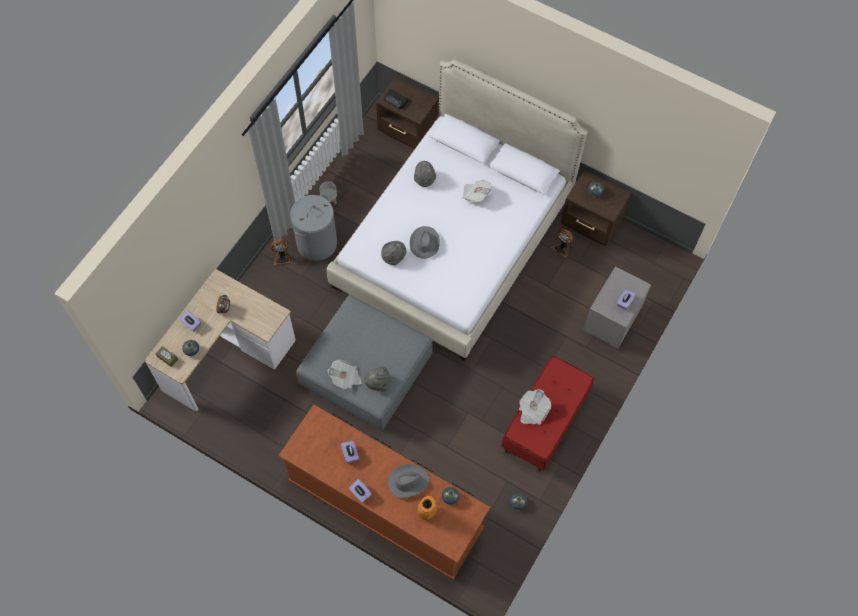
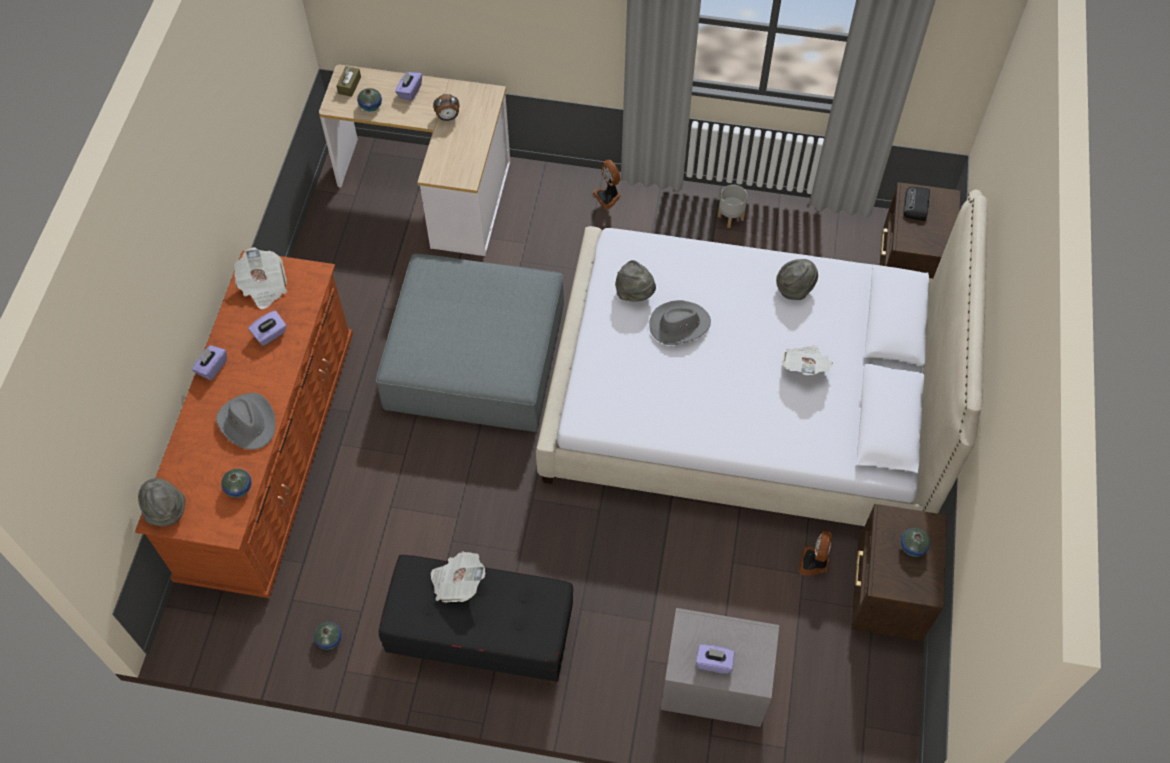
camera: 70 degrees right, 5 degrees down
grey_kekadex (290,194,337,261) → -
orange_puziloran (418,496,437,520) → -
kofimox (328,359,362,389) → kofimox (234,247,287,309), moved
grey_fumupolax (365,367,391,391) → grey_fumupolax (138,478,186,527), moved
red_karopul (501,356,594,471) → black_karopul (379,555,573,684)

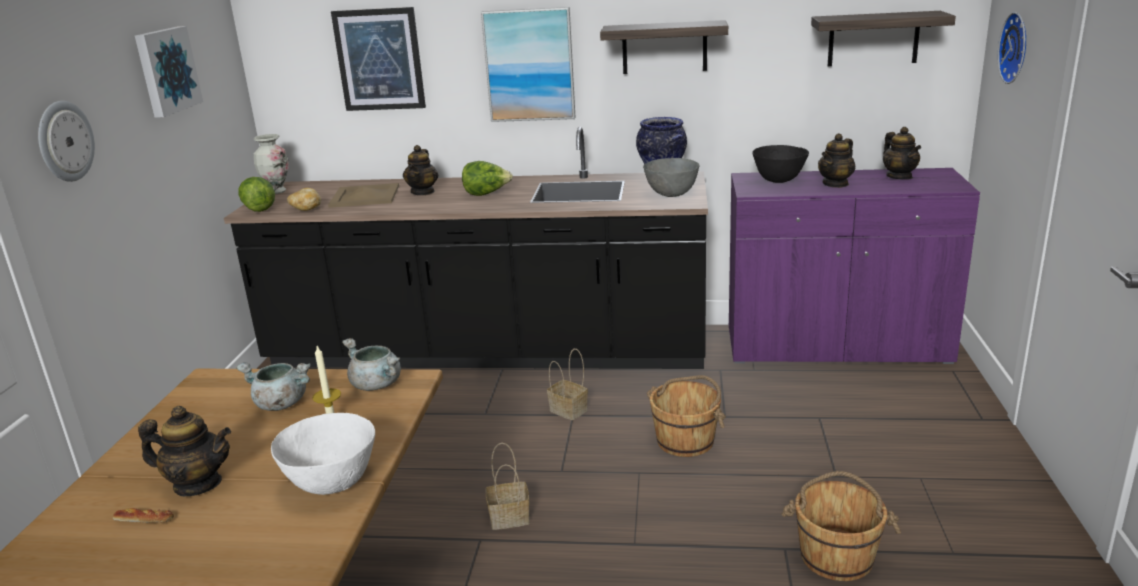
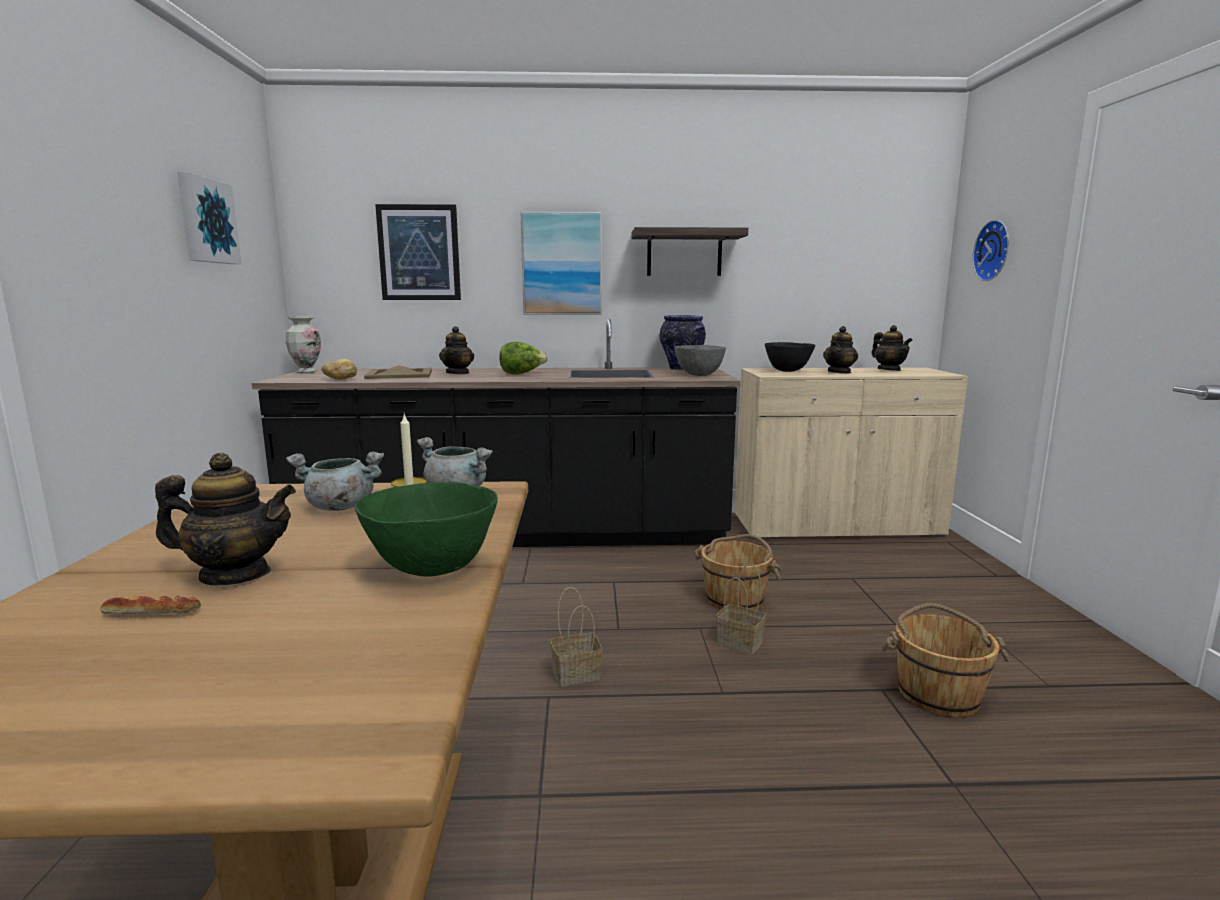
camera: 10 degrees left, 10 degrees down
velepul (38,101,95,182) → -
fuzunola (238,177,275,212) → -
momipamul (811,11,956,66) → -
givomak (547,349,588,420) → givomak (716,564,766,654), moved
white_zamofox (271,413,375,495) → green_zamofox (355,482,498,577)
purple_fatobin (729,168,980,364) → beige_fatobin (734,368,968,540)

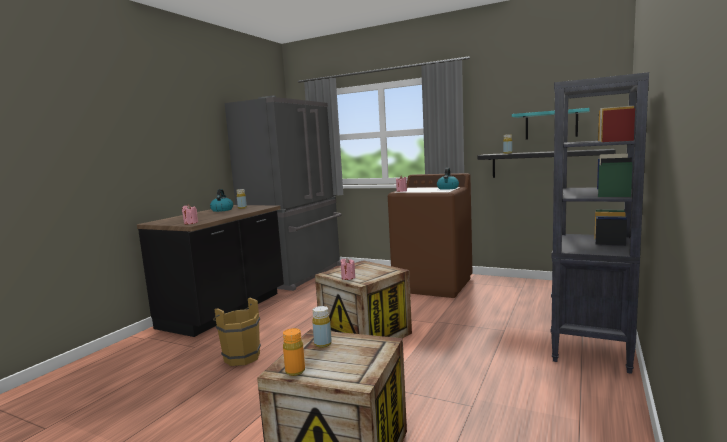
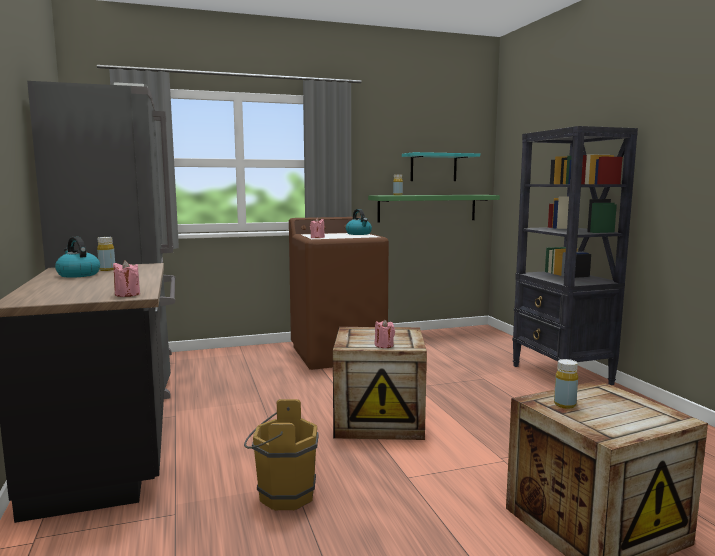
camera: 45 degrees left, 0 degrees up
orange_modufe (283,328,305,376) → -
black_momipamul (478,149,616,178) → green_momipamul (368,195,500,222)

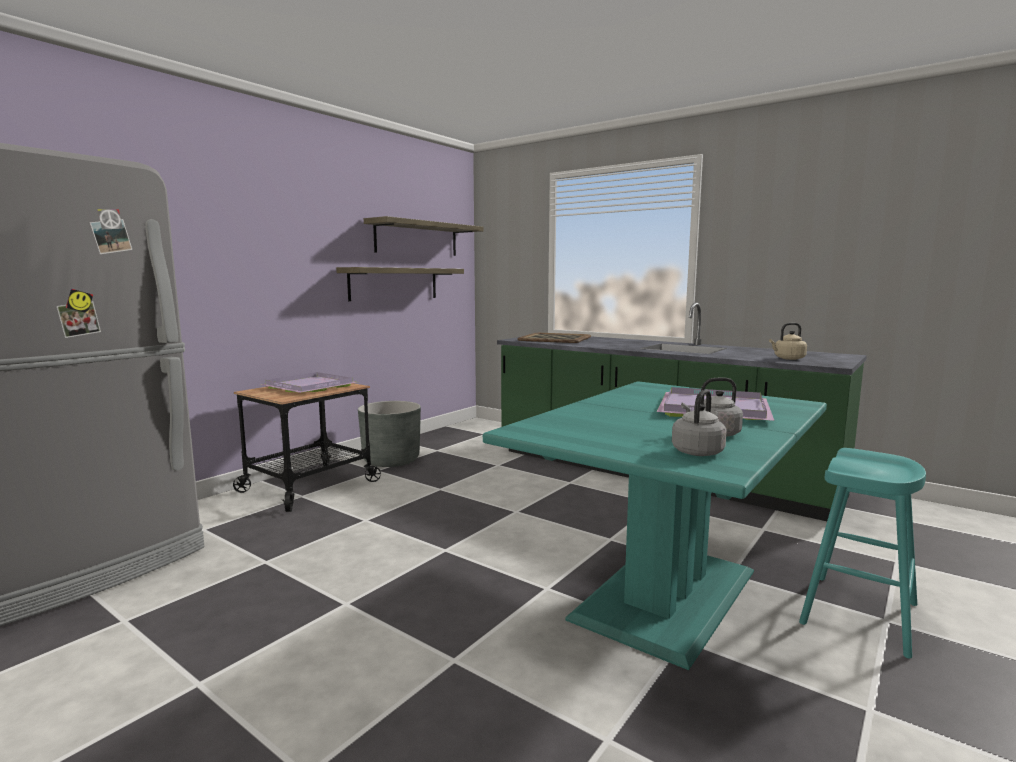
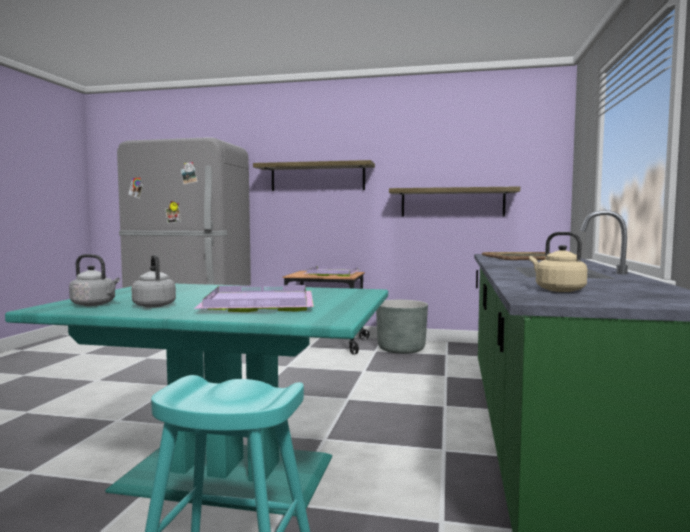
camera: 65 degrees right, 5 degrees down
momipamul (364,216,484,256) → momipamul (253,160,375,191), moved

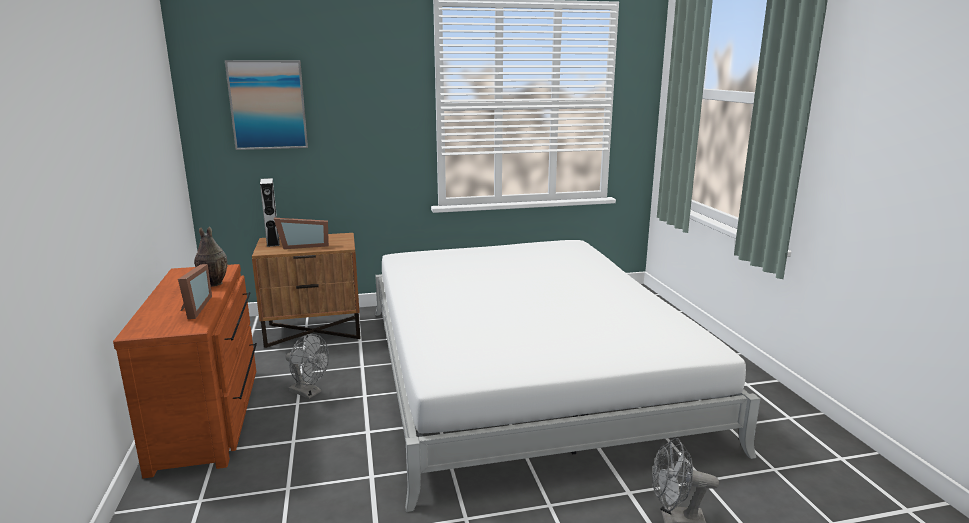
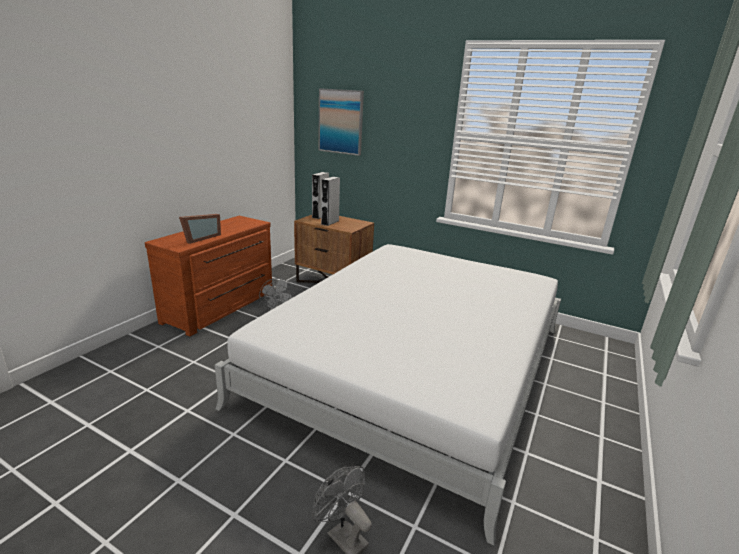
camera: 40 degrees right, 5 degrees up
puziloran (194,227,228,287) → -
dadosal (274,218,329,249) → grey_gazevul (321,177,340,226)

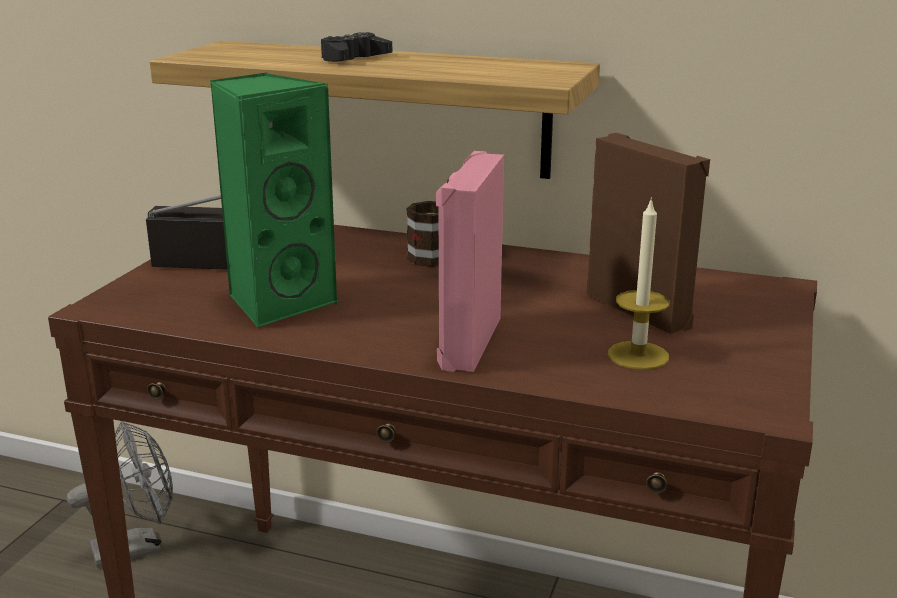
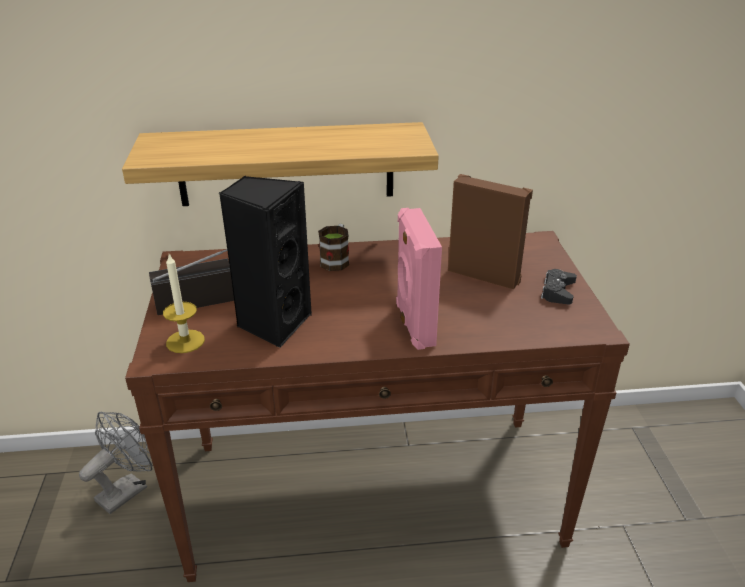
camera: 25 degrees left, 10 degrees up
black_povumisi (321,32,392,62) → black_povumisi (541,269,577,304), moved
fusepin (608,197,670,370) → fusepin (163,254,205,353), moved
green_gazevul (210,72,339,328) → black_gazevul (219,176,312,348)

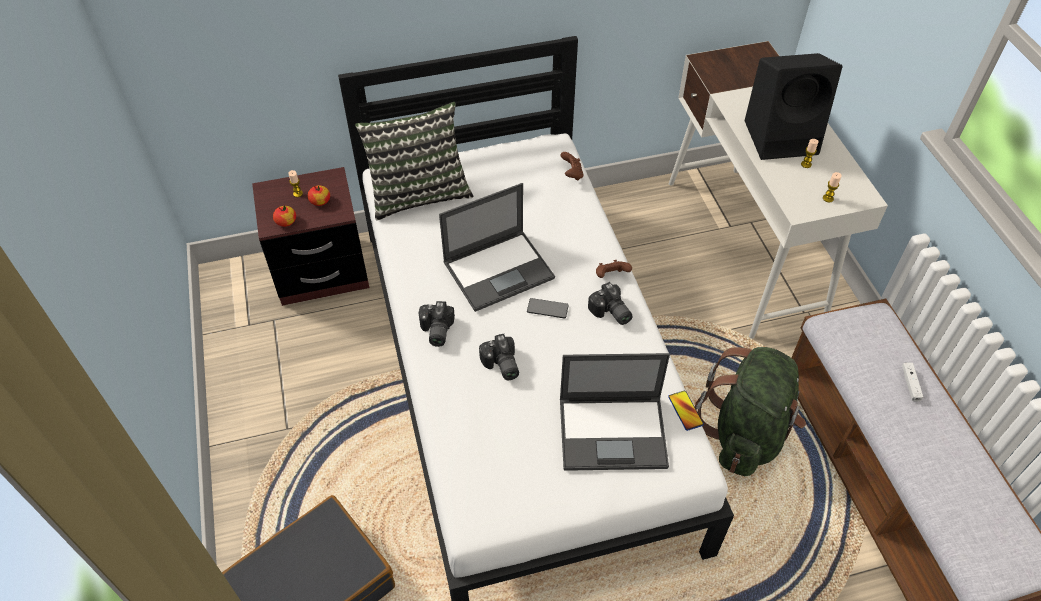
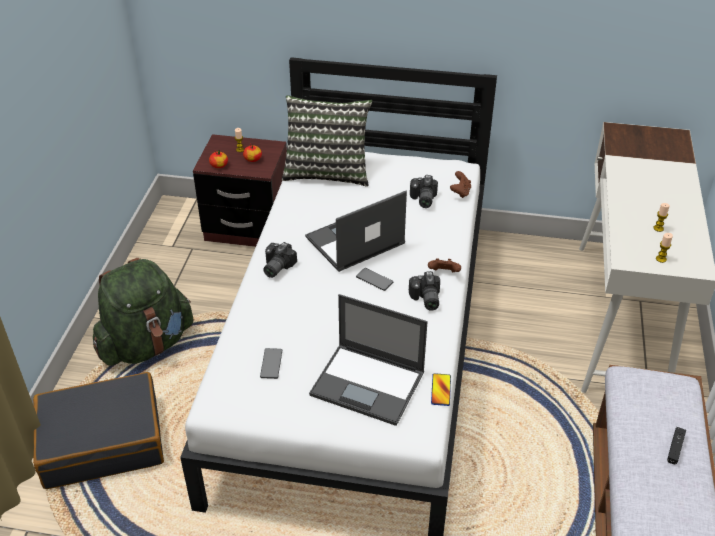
camera: 25 degrees right, 10 degrees down
black_gazevul (745,53,843,160) → -
- → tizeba (260,348,282,379)
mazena (479,334,519,380) → mazena (410,175,438,208), moved
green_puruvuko (695,347,806,476) → green_puruvuko (93,258,193,366), moved
white_povumisi (902,363,923,401) → black_povumisi (667,427,686,464)
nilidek (439,183,555,312) → nilidek (305,191,407,272), 150 degrees clockwise

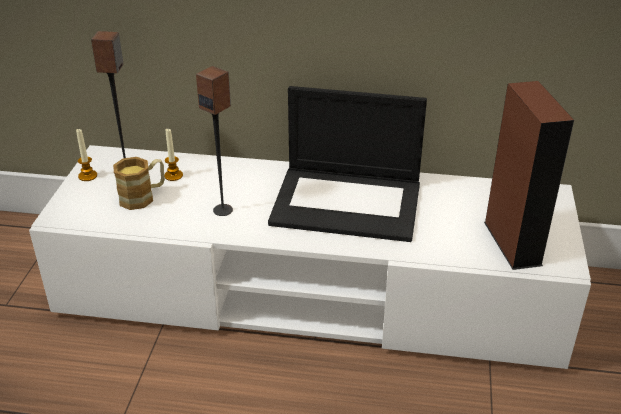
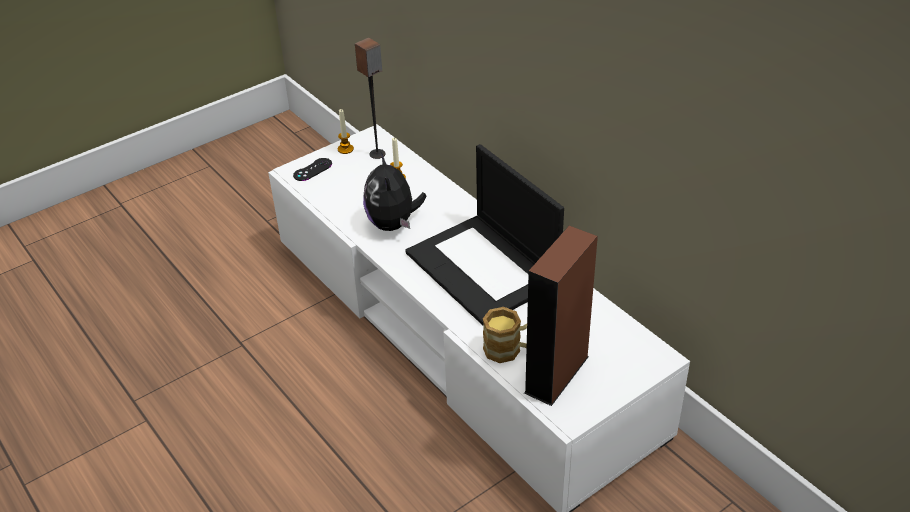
camera: 45 degrees right, 5 degrees up
- → black_povumisi (293,158,332,181)
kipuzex (113,157,165,210) → kipuzex (483,307,527,363), moved
gazevul (196,66,233,216) → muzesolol (363,153,427,231)

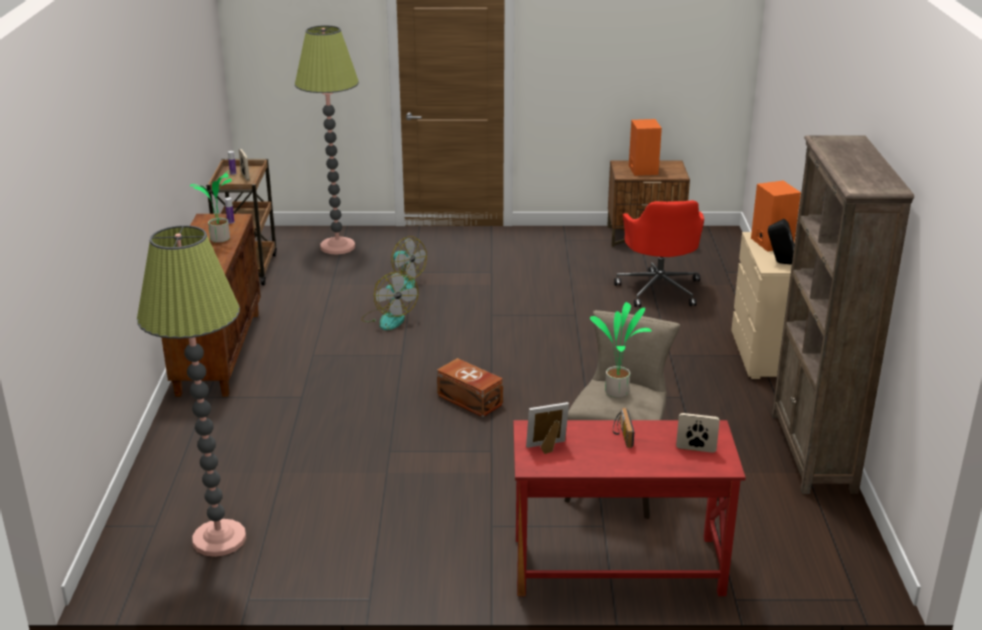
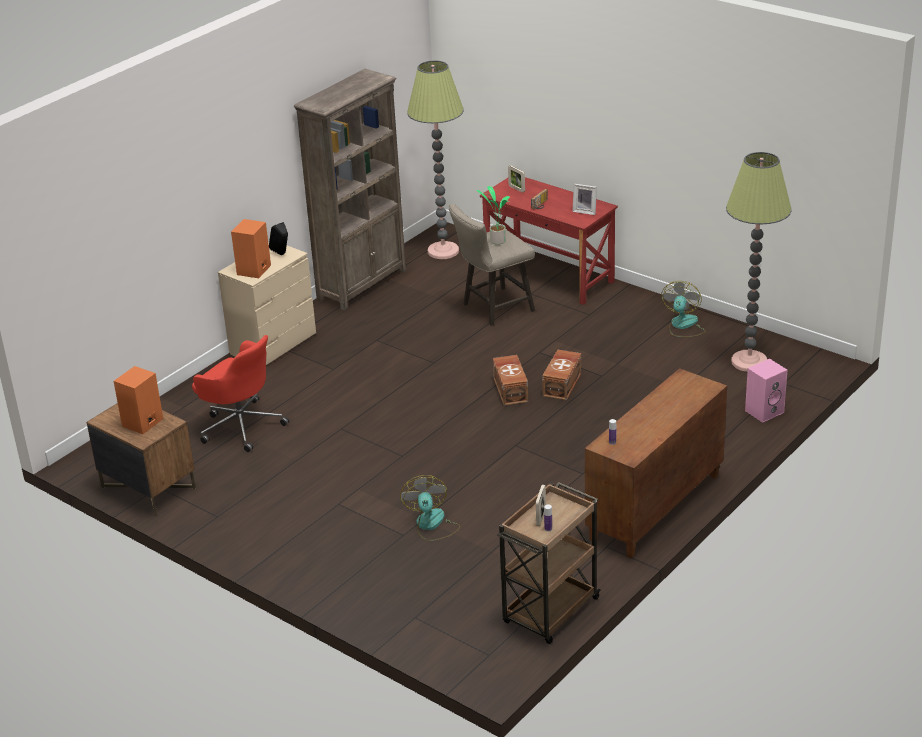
camera: 140 degrees left, 5 degrees up
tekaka (190,170,232,243) → -
- → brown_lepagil (542,350,581,400)
- → pink_gazevul (745,359,787,423)
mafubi (295,25,359,255) → mafubi (407,61,464,259), moved
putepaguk (361,271,418,330) → putepaguk (661,281,706,337), moved
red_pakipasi (614,200,704,307) → red_pakipasi (192,335,289,452), 90 degrees clockwise

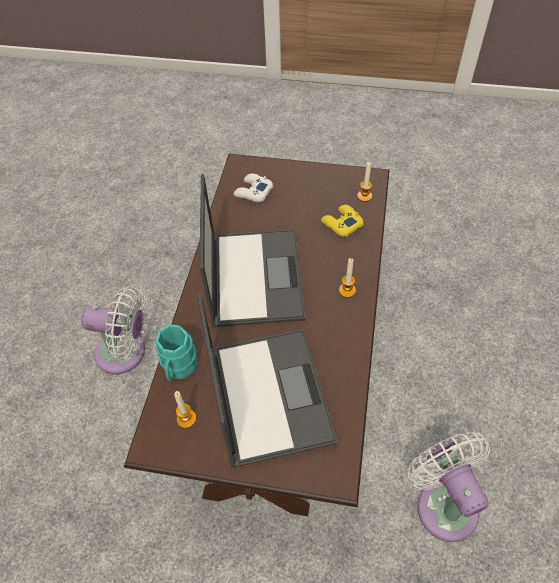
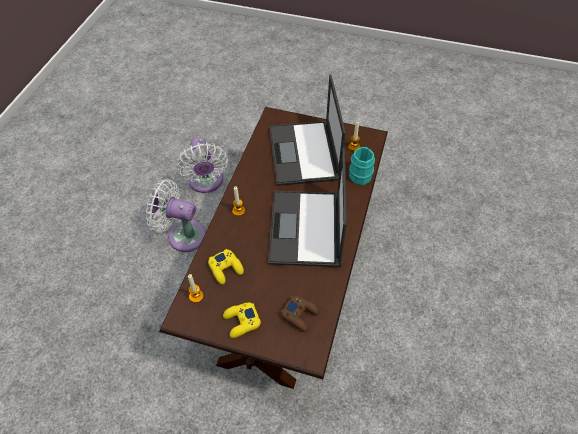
camera: 175 degrees left, 0 degrees up
- → yellow_povumisi (223,302,261,338)
white_putepaguk (81,286,148,375) → white_putepaguk (146,179,206,252), moved
white_povumisi (234,173,273,202) → brown_povumisi (281,295,320,332)

